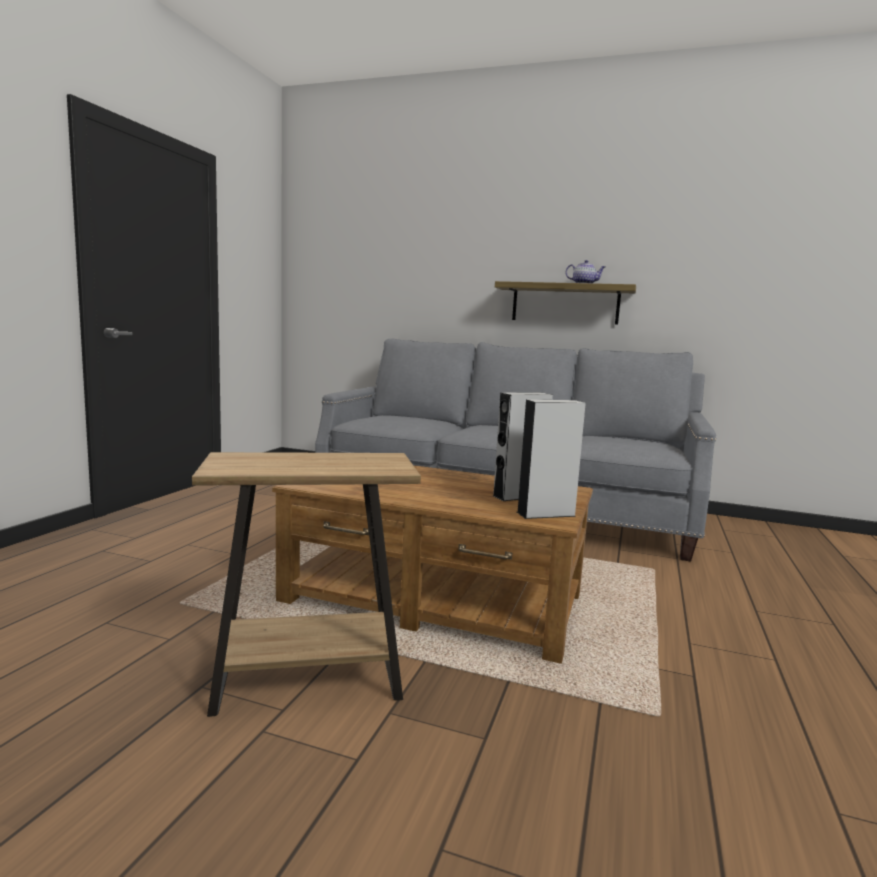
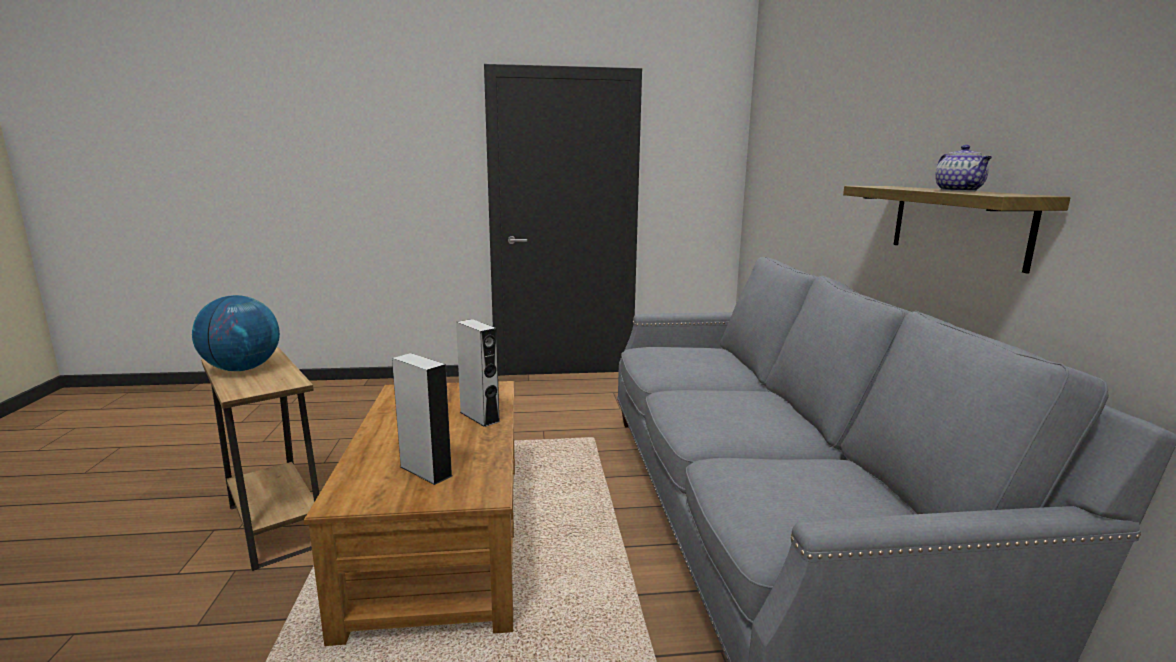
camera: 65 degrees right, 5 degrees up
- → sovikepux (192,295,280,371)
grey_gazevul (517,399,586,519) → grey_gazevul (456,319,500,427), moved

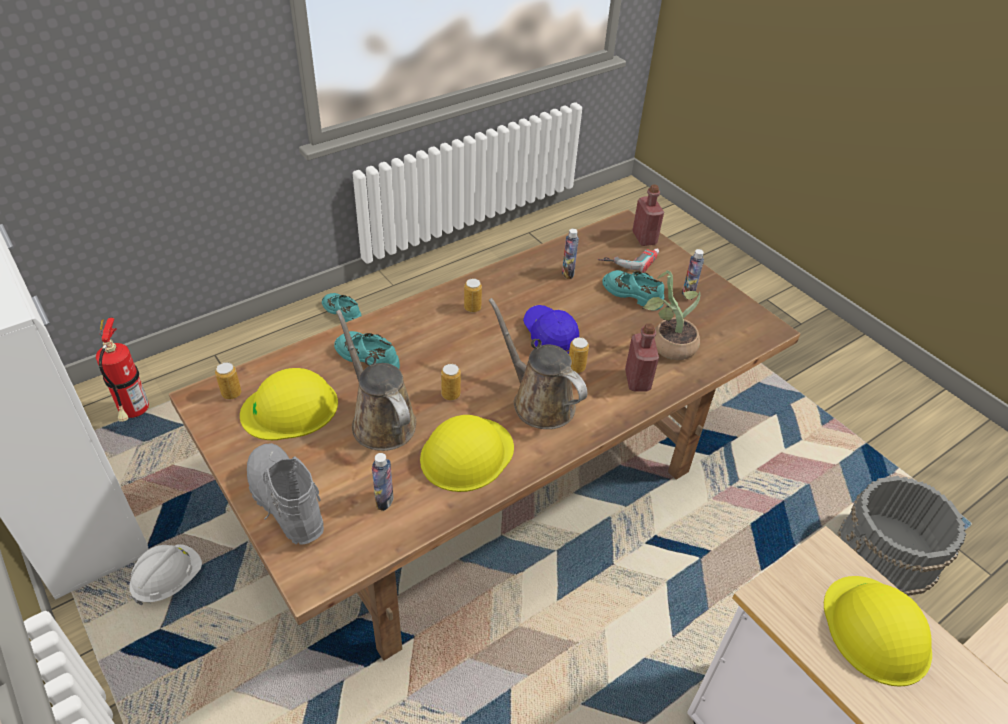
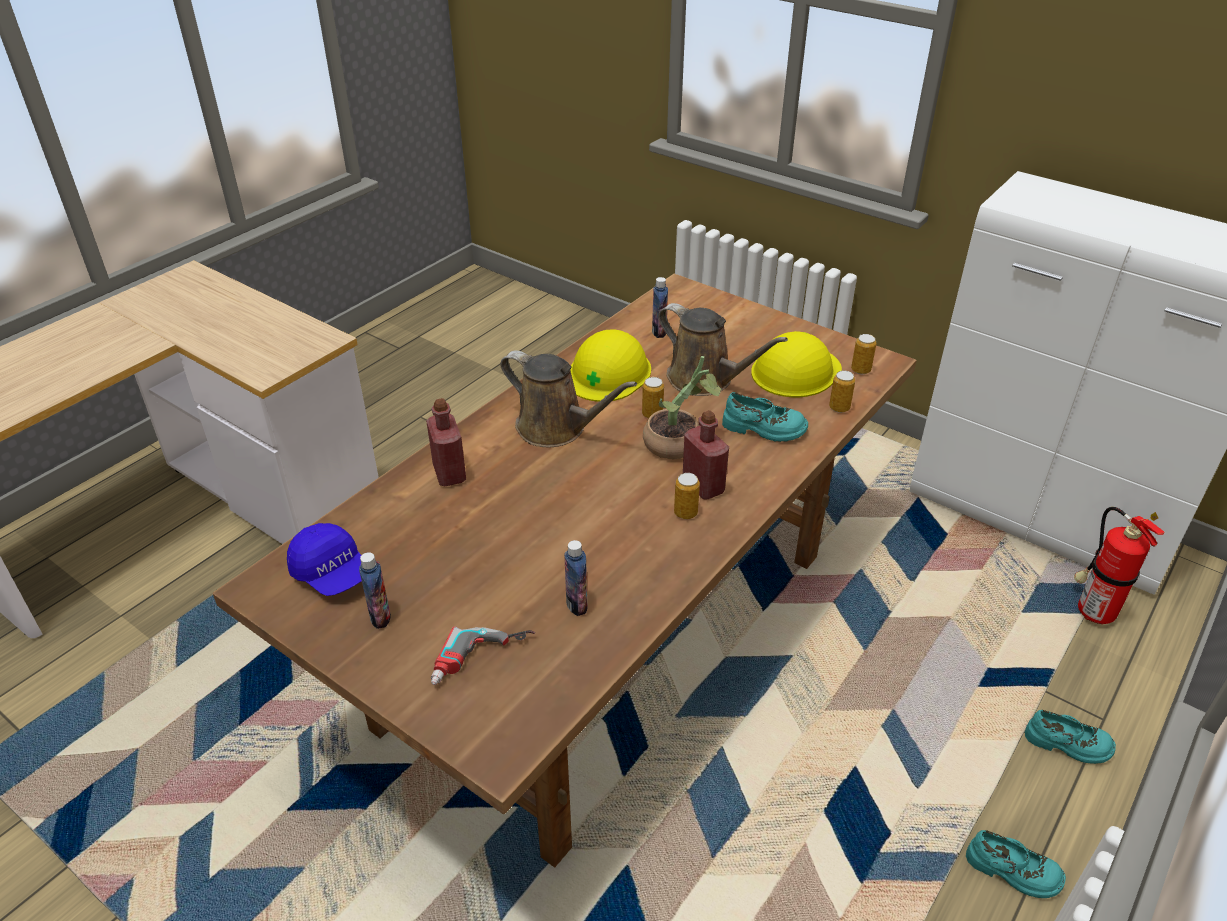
camera: 165 degrees right, 5 degrees down
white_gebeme (129,544,202,606) → -
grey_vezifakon (247,443,324,545) → -
yellow_gebeme (824,576,932,687) → -
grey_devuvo (838,476,967,596) → -
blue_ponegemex (523,305,579,354) → blue_ponegemex (287,523,362,596), moved
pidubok (569,337,589,373) → pidubok (829,371,855,413), moved
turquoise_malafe (602,270,664,311) → turquoise_malafe (1025,710,1116,764), moved
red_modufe (632,184,664,246) → red_modufe (683,410,729,499), moved
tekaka (642,270,700,360) → tekaka (643,356,722,459), moved

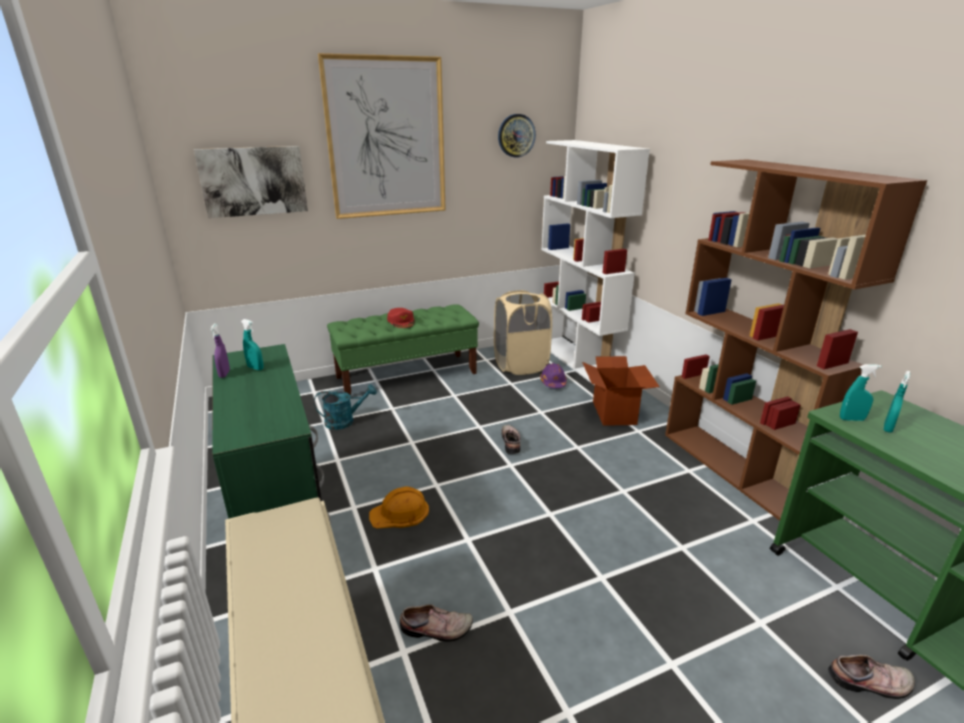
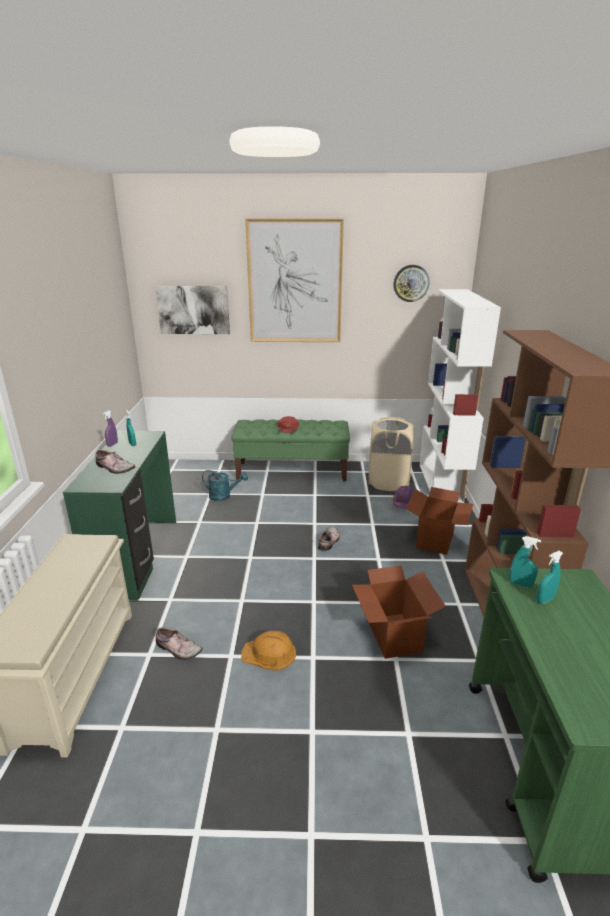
camera: 25 degrees right, 0 degrees up
- → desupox (352,565,446,659)
orange_gebeme (369,486,429,529) → orange_gebeme (241,631,296,671), moved
malafe (828,654,915,699) → malafe (95,450,135,474), moved

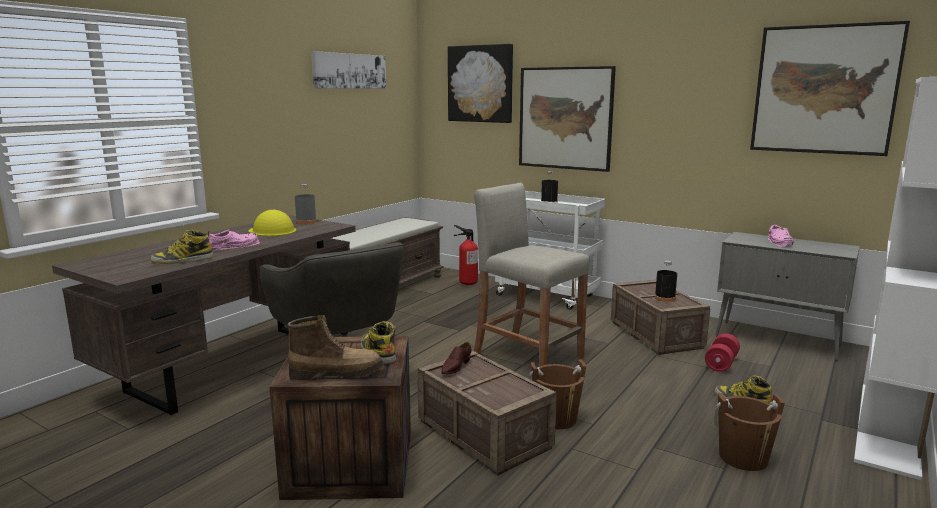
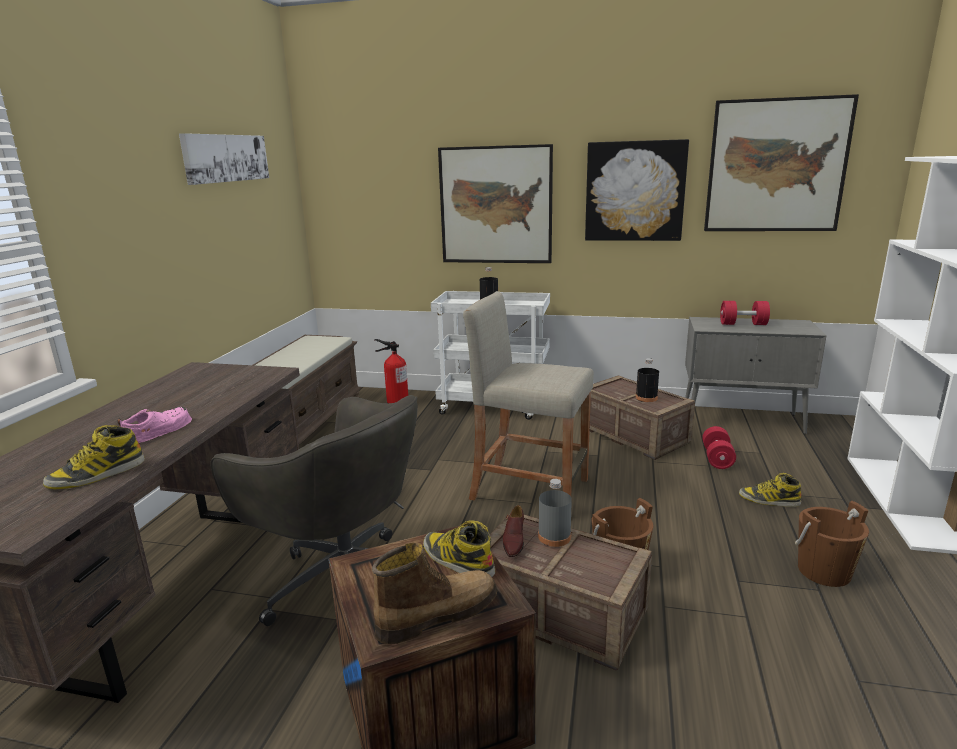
camera: 20 degrees left, 5 degrees up
yellow_gebeme (248,210,296,236) → -
grey_modufe (295,184,317,225) → grey_modufe (538,479,572,547), moved
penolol (448,44,513,123) → penolol (585,139,689,241), moved
pink_malafe (768,223,794,247) → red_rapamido (720,301,770,325)

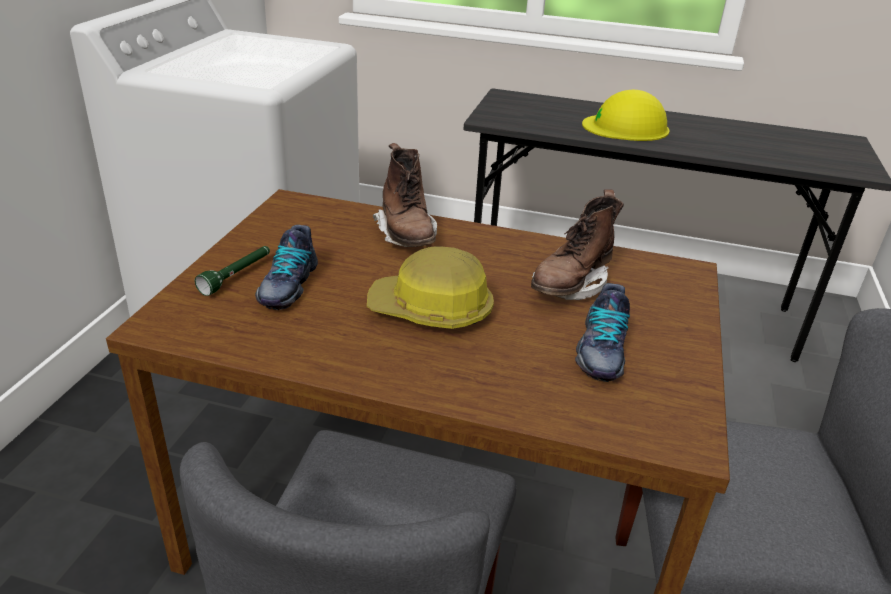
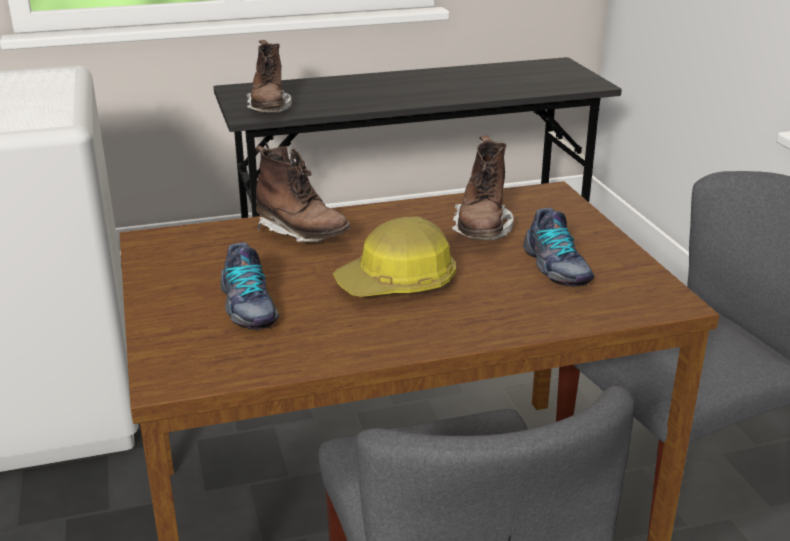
camera: 30 degrees left, 5 degrees down
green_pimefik (195,246,270,296) → -
yellow_gebeme (582,90,670,141) → -
- → brown_vezifakon (247,40,292,113)

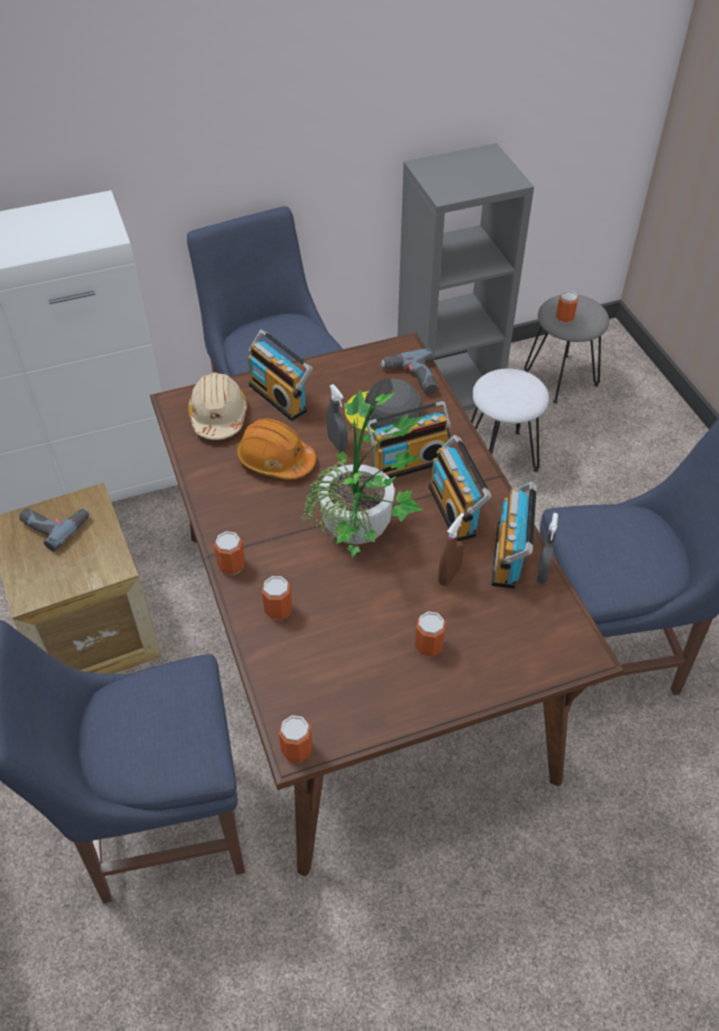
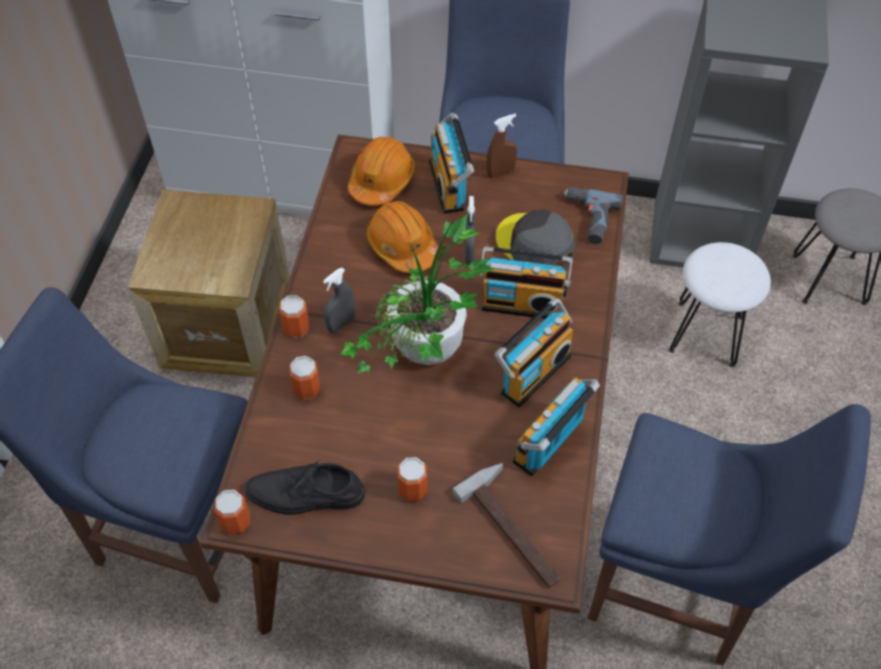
camera: 30 degrees right, 5 degrees up
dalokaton (19,508,89,552) → -
pidubok (556,291,578,323) → -
- → black_malafe (245,460,365,515)
- → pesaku (452,463,561,588)
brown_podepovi (438,513,464,586) → brown_podepovi (486,114,517,178), moved
grey_podepovi (537,513,558,584) → grey_podepovi (323,268,355,333), moved
beige_gebeme (188,372,247,440) → orange_gebeme (348,137,415,206)
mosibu (428,435,491,541) → mosibu (495,298,573,407), 150 degrees counterclockwise

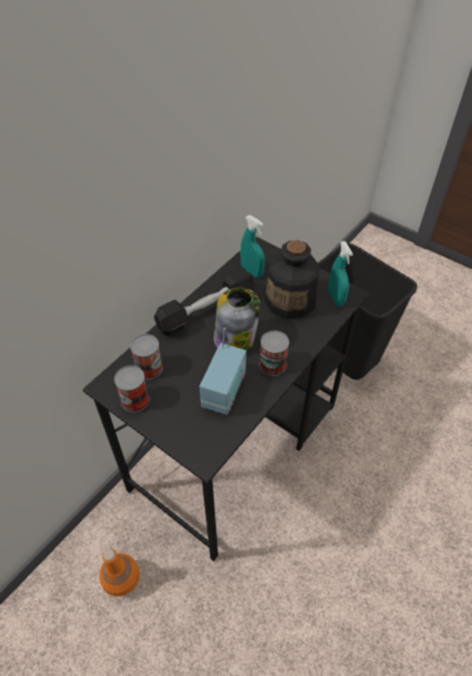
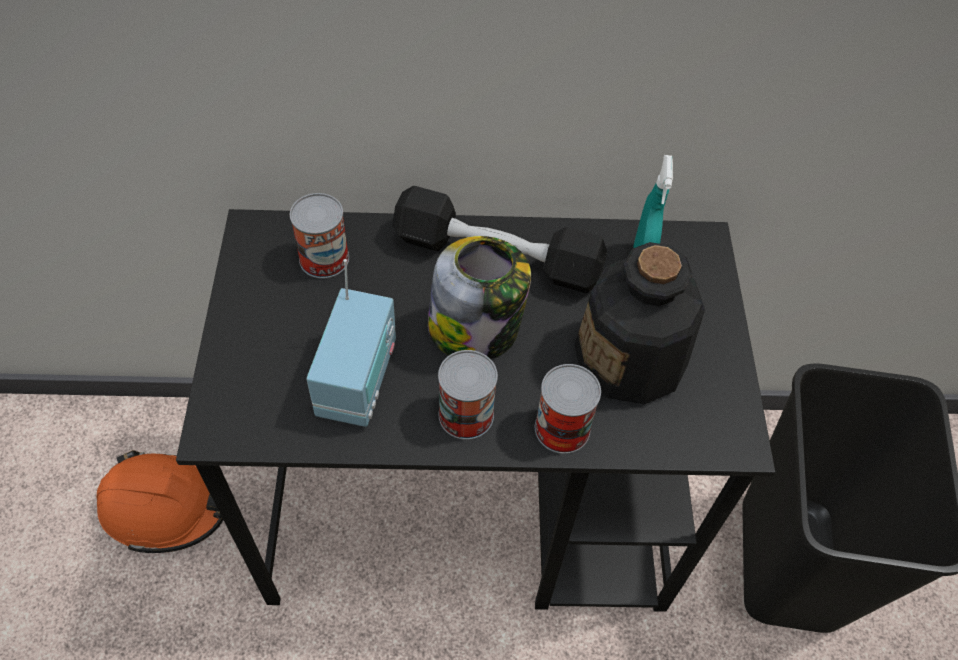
camera: 50 degrees right, 5 degrees up
turquoise_podepovi (328,241,353,307) → -
pidubok (114,365,149,413) → pidubok (535,364,601,454), moved
orange_modufe (99,549,140,596) → orange_gebeme (97,450,223,553)
mosibu (199,328,246,415) → mosibu (306,259,396,427), 60 degrees counterclockwise

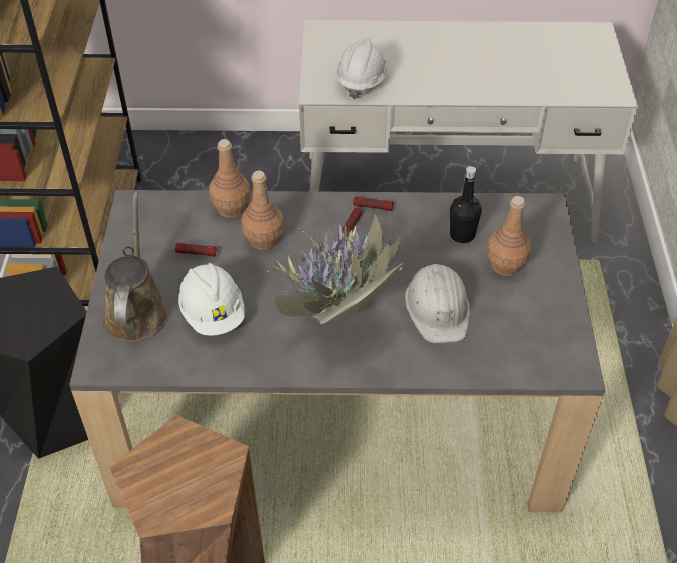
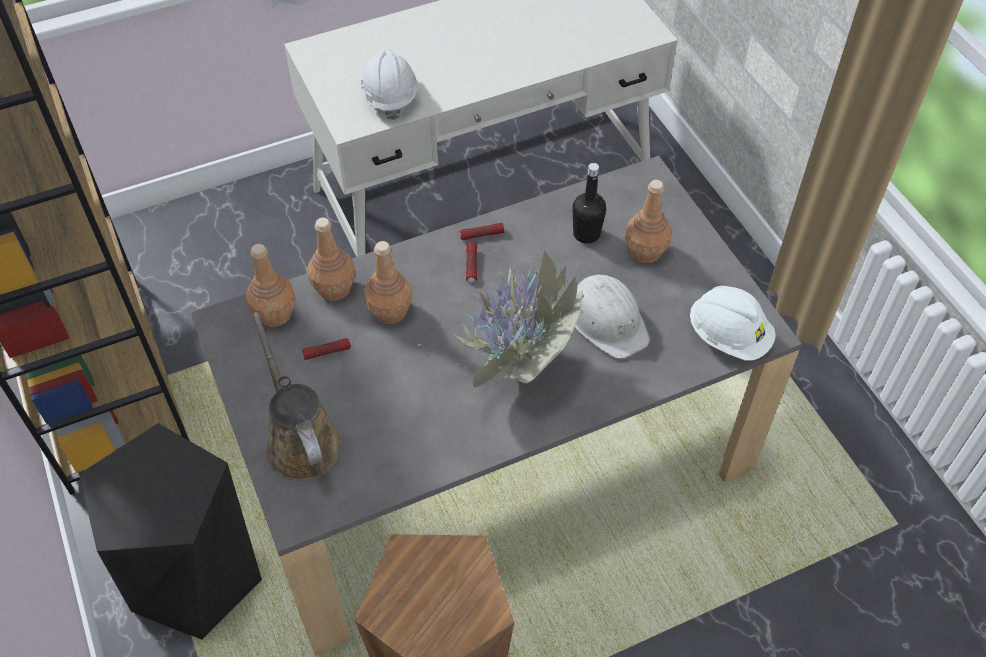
camera: 25 degrees left, 5 degrees up
- → brown_modufe (246,244,296,327)
white_gebeme (178,263,245,336) → white_gebeme (690,286,776,361), moved

